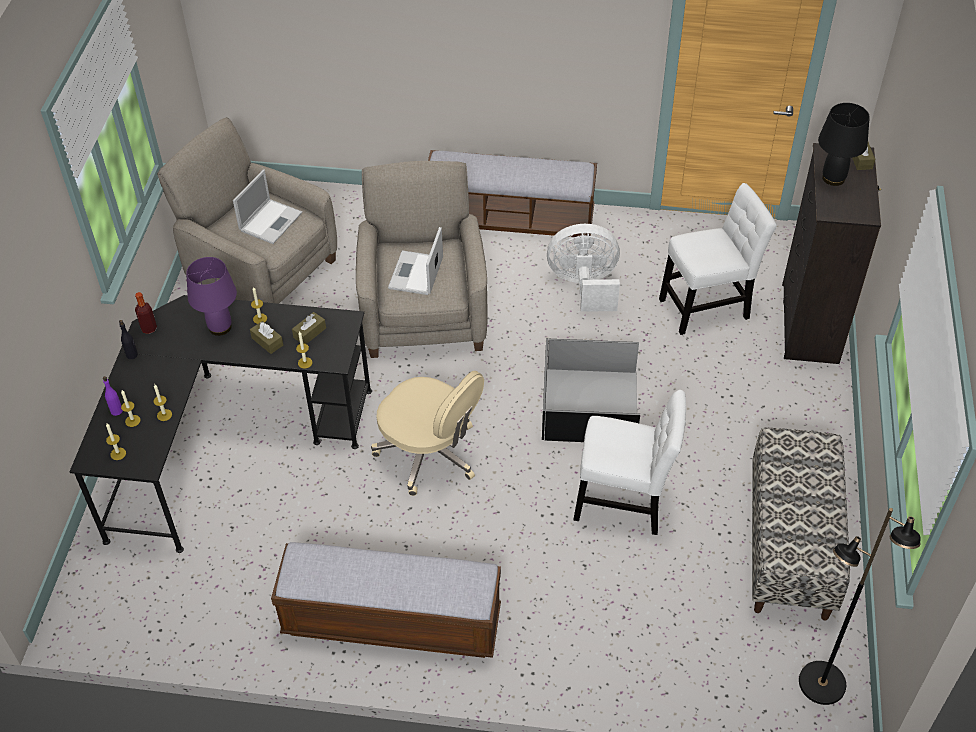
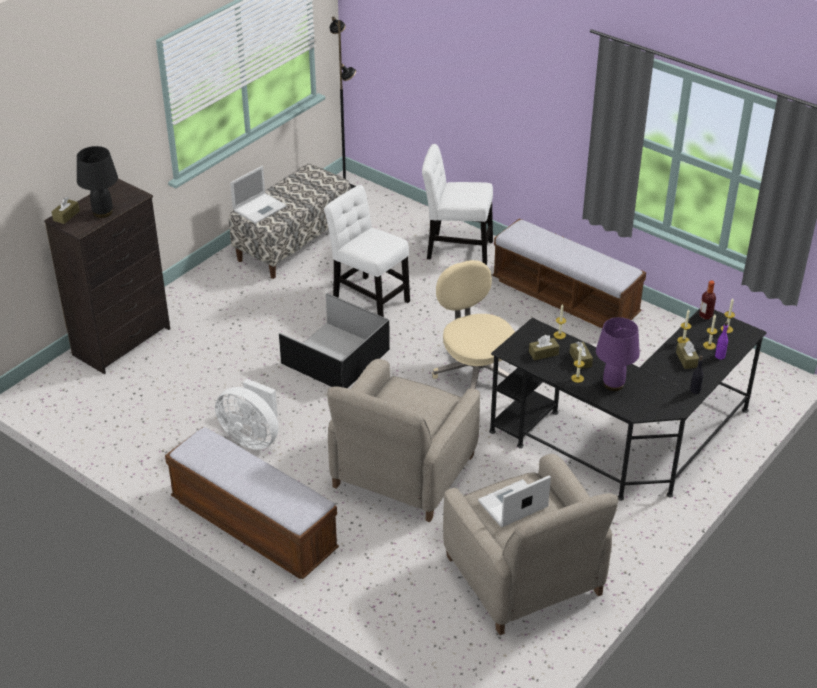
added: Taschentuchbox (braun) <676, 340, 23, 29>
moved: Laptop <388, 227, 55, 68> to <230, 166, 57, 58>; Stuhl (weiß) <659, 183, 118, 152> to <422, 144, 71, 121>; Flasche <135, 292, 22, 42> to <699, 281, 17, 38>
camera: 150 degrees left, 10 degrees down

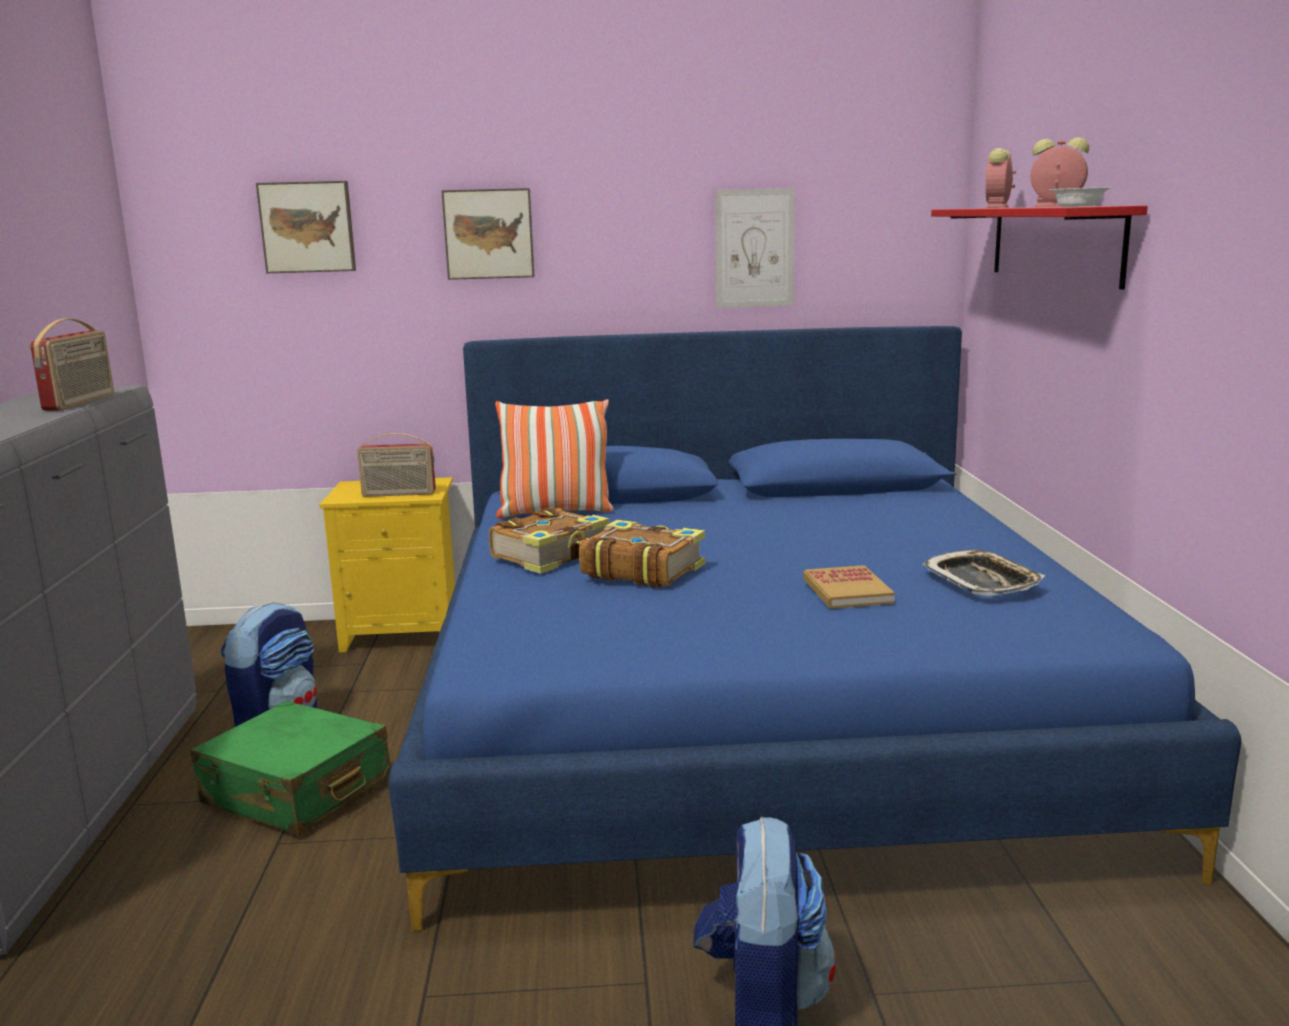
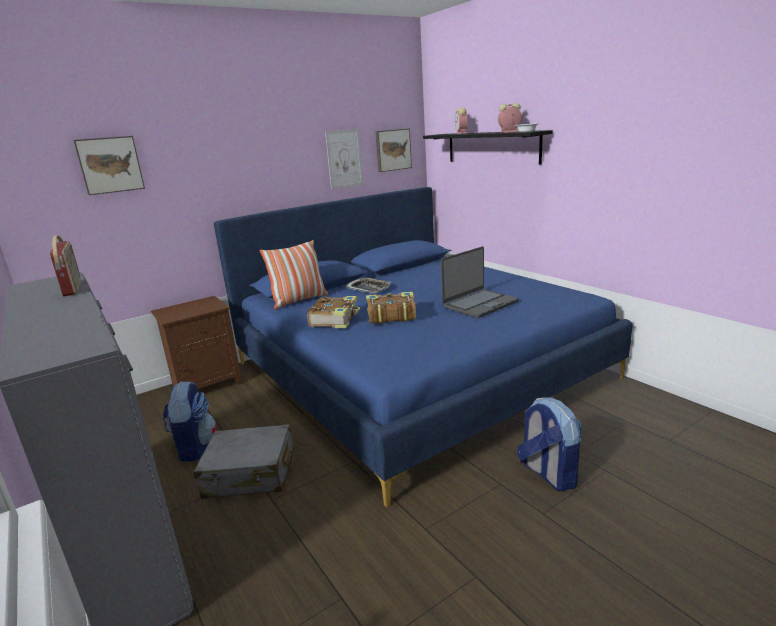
removed: Radio <357, 433, 79, 64>
moved: Tablett <922, 550, 123, 46> to <346, 278, 45, 15>; Bild <442, 188, 92, 92> to <375, 128, 37, 44>
replaced: Buch <803, 565, 92, 44> to Laptop <441, 246, 78, 72>
recoloured: Nachttisch (gelb) <319, 477, 136, 175> to Nachttisch (braun) <151, 296, 91, 93>; Koffer (grün) <191, 701, 200, 135> to Koffer (grau) <193, 424, 101, 75>; Wandregal (rot) <931, 205, 217, 85> to Wandregal (schwarz) <423, 130, 130, 35>
camera: 30 degrees left, 5 degrees up

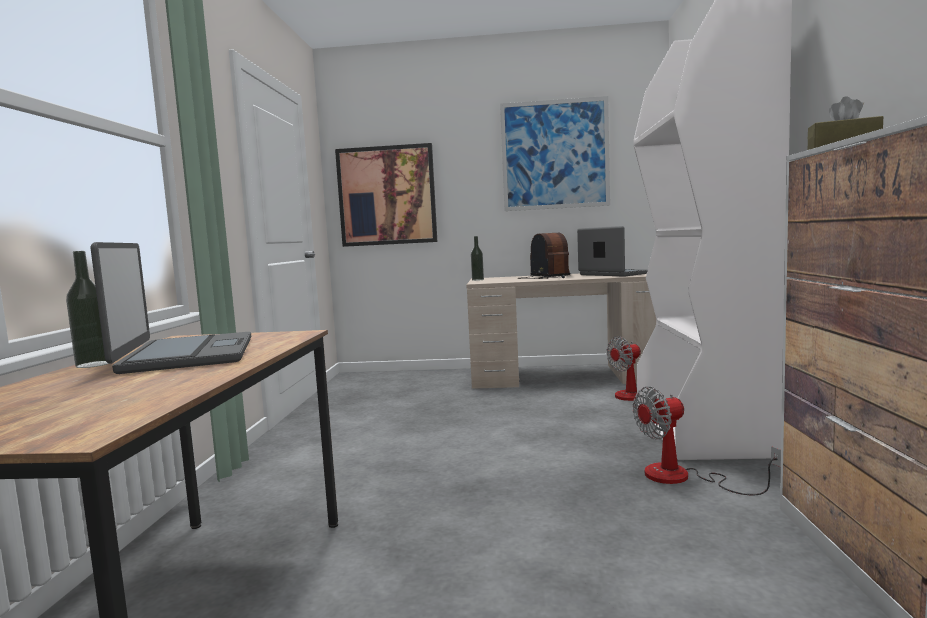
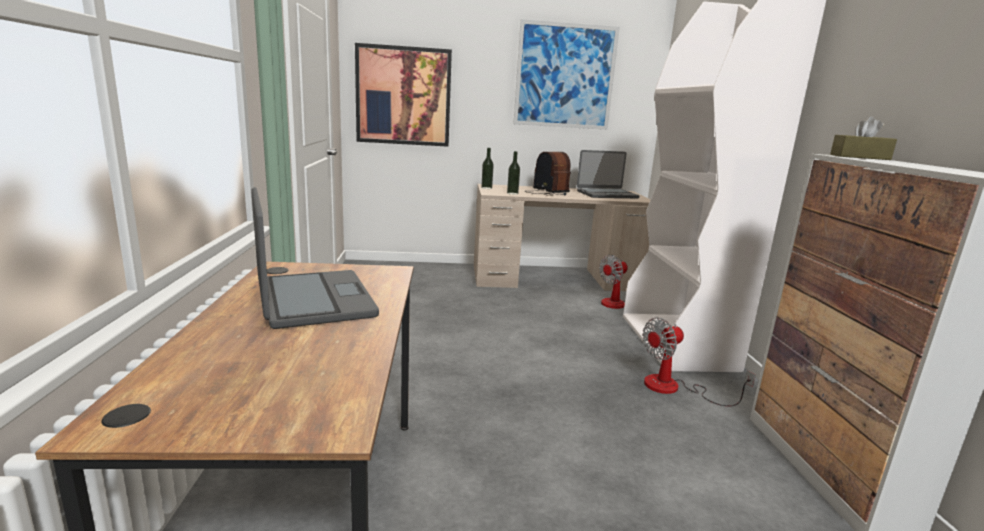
moved: Flasche <66, 251, 44, 117> to <507, 151, 13, 44>
turned: Laptop <577, 226, 71, 51> = <577, 150, 62, 48> 120 degrees clockwise
camera: 10 degrees left, 10 degrees up

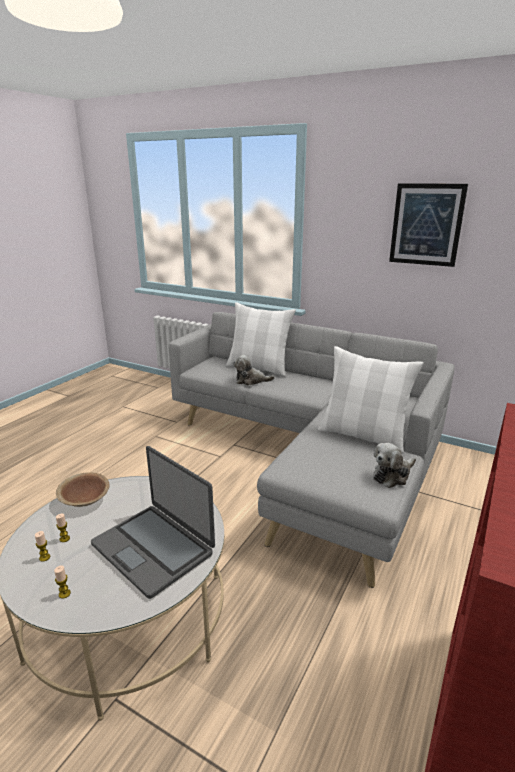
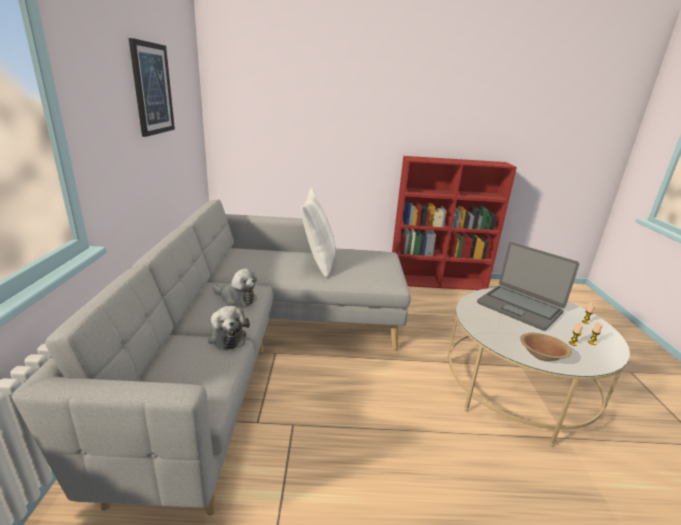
removed: Kissen (weiß) <226, 302, 70, 75>
moved: Plüschtier <373, 443, 43, 45> to <213, 268, 44, 39>
turned: Laptop <91, 446, 124, 153> = <477, 242, 102, 89> 120 degrees clockwise
camera: 120 degrees left, 0 degrees up

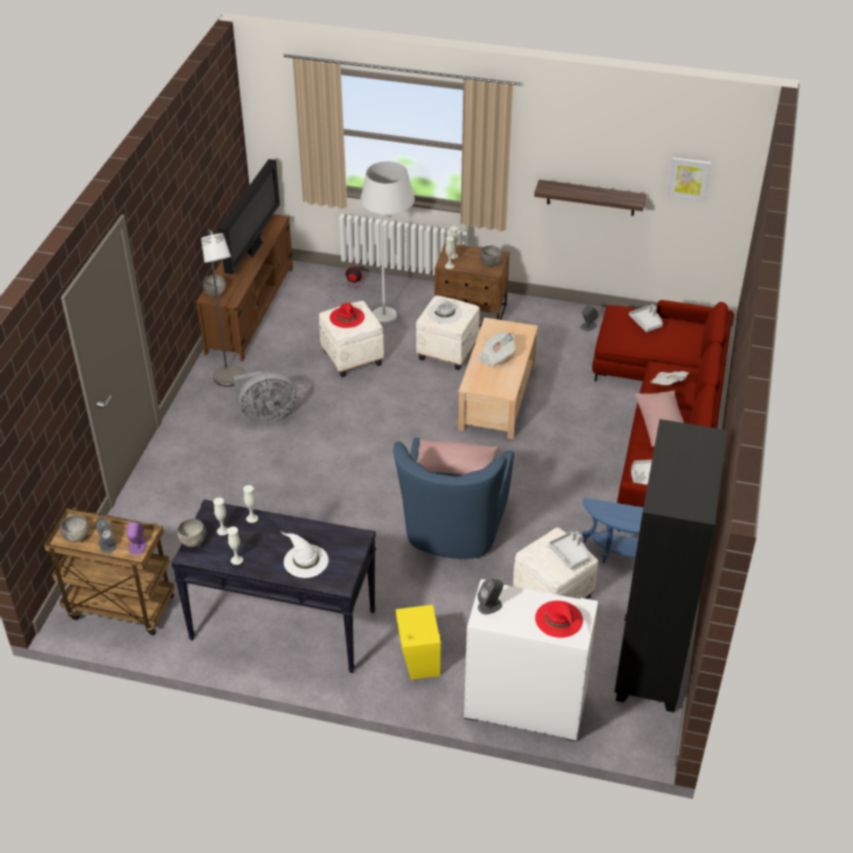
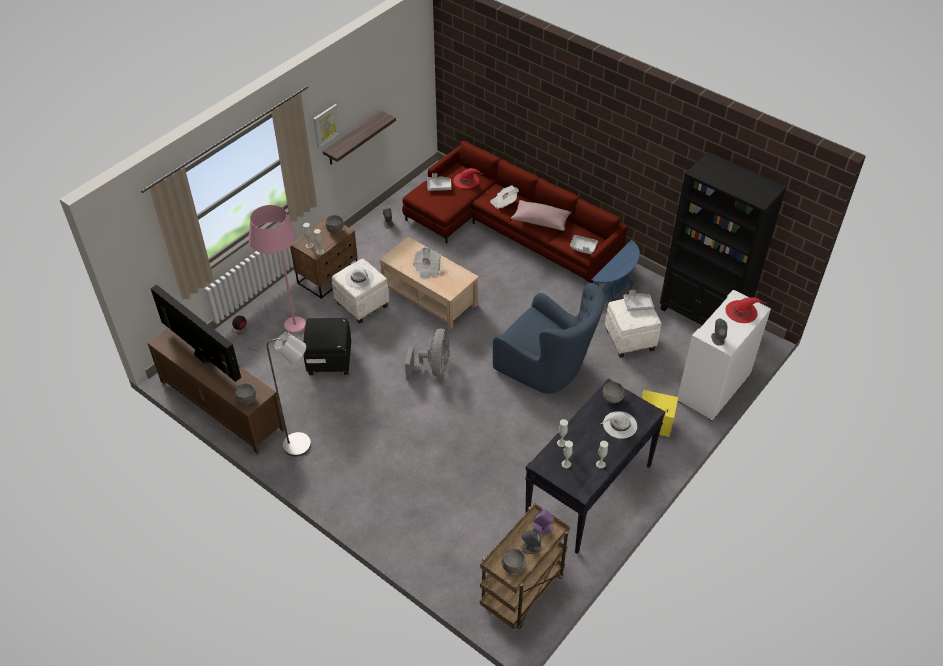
removed: Kissen (rosa) <417, 439, 81, 36>
moved: Bild <667, 157, 44, 45> to <313, 104, 27, 44>; Ventilator (grau) <233, 371, 63, 51> to <405, 329, 45, 52>; Hut (rot) <330, 303, 35, 25> to <453, 168, 30, 21>; Schüssel (grau) <177, 518, 29, 29> to <603, 382, 22, 21>
recoloured: Stehlampe (weiß) <360, 161, 55, 164> to Stehlampe (rosa) <248, 205, 58, 129>; Polsterhocker (weiß) <319, 301, 65, 76> to Polsterhocker (schwarz) <303, 318, 48, 57>
camera: 65 degrees left, 5 degrees up

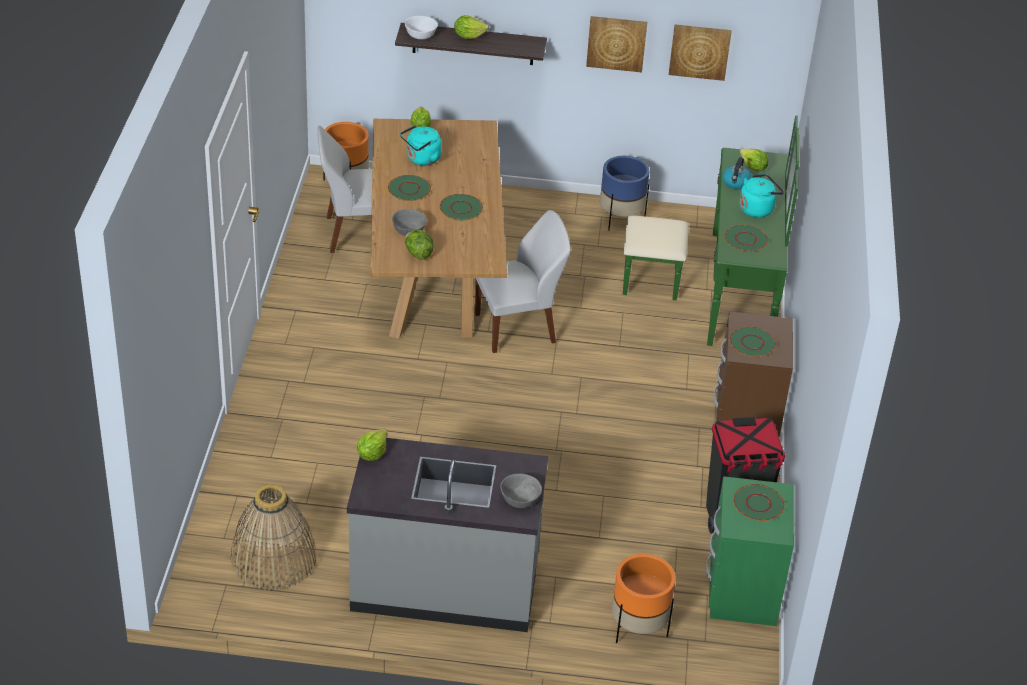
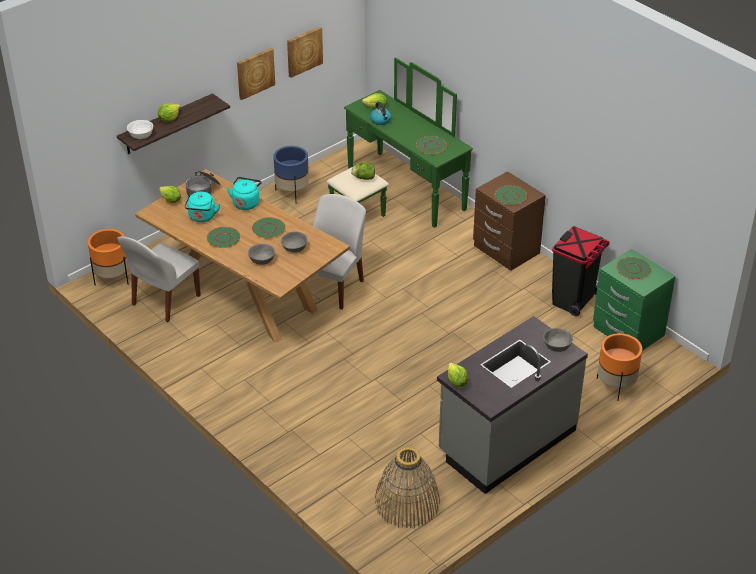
added: Kochtopf <185, 171, 36, 26>; Schüssel (grau) <281, 232, 27, 21>
moved: Wasserkessel (türkis) <739, 174, 45, 44> to <227, 177, 35, 33>; Salatkopf <405, 229, 29, 31> to <351, 162, 24, 18>
camera: 45 degrees left, 0 degrees up

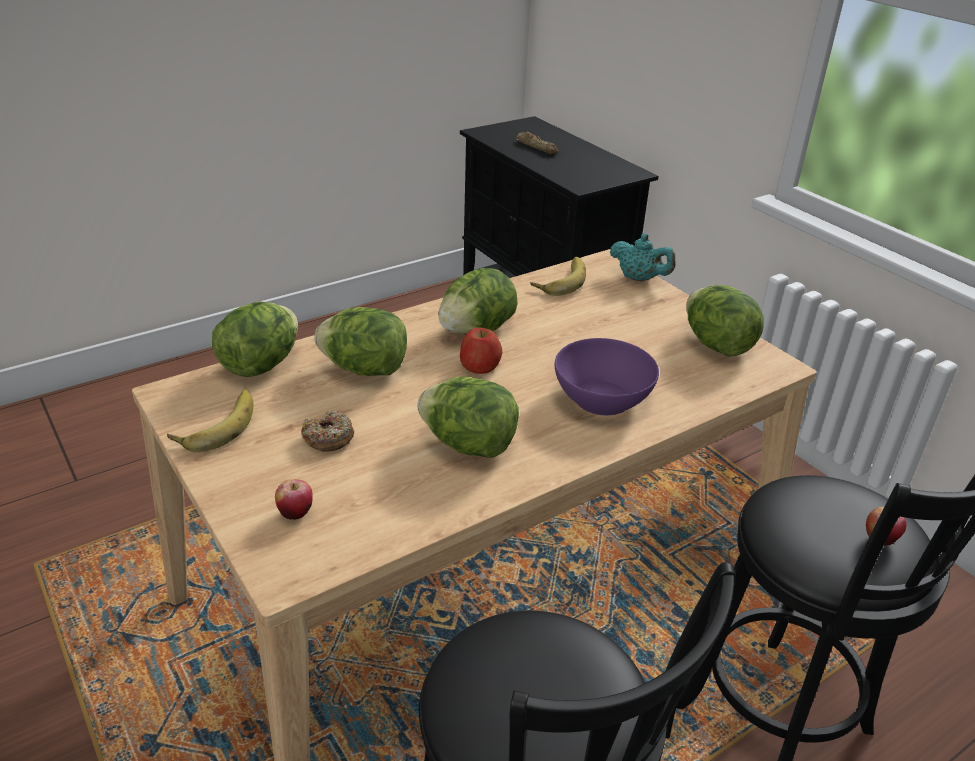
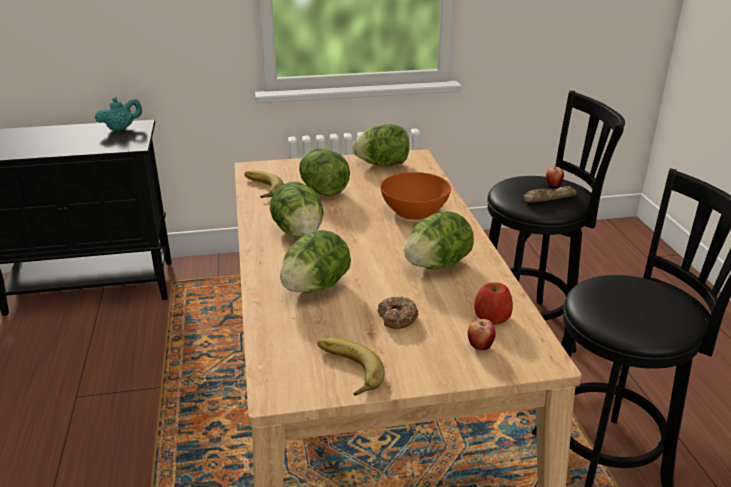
moved: Teekanne (türkis) <610, 233, 66, 49> to <95, 97, 47, 34>; Salatkopf <212, 302, 86, 75> to <299, 148, 51, 48>; Apfel <460, 328, 42, 46> to <474, 282, 39, 43>; Brot <516, 132, 42, 22> to <523, 186, 54, 17>
recoloured: Schüssel (lila) <555, 338, 104, 77> to Schüssel (orange) <381, 172, 70, 48>
camera: 65 degrees left, 5 degrees down

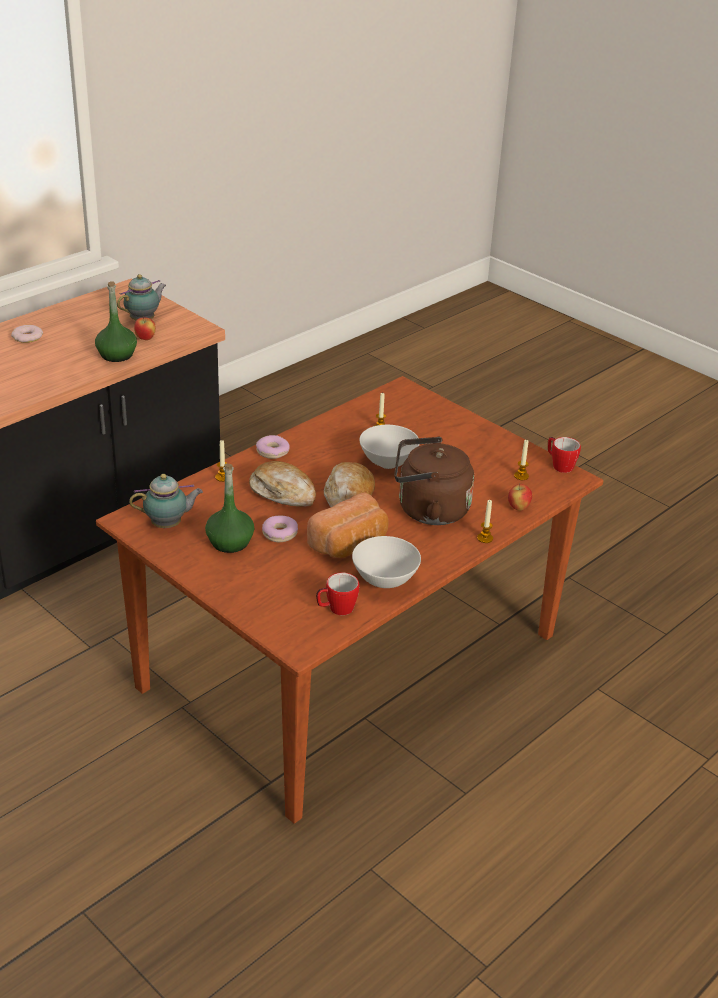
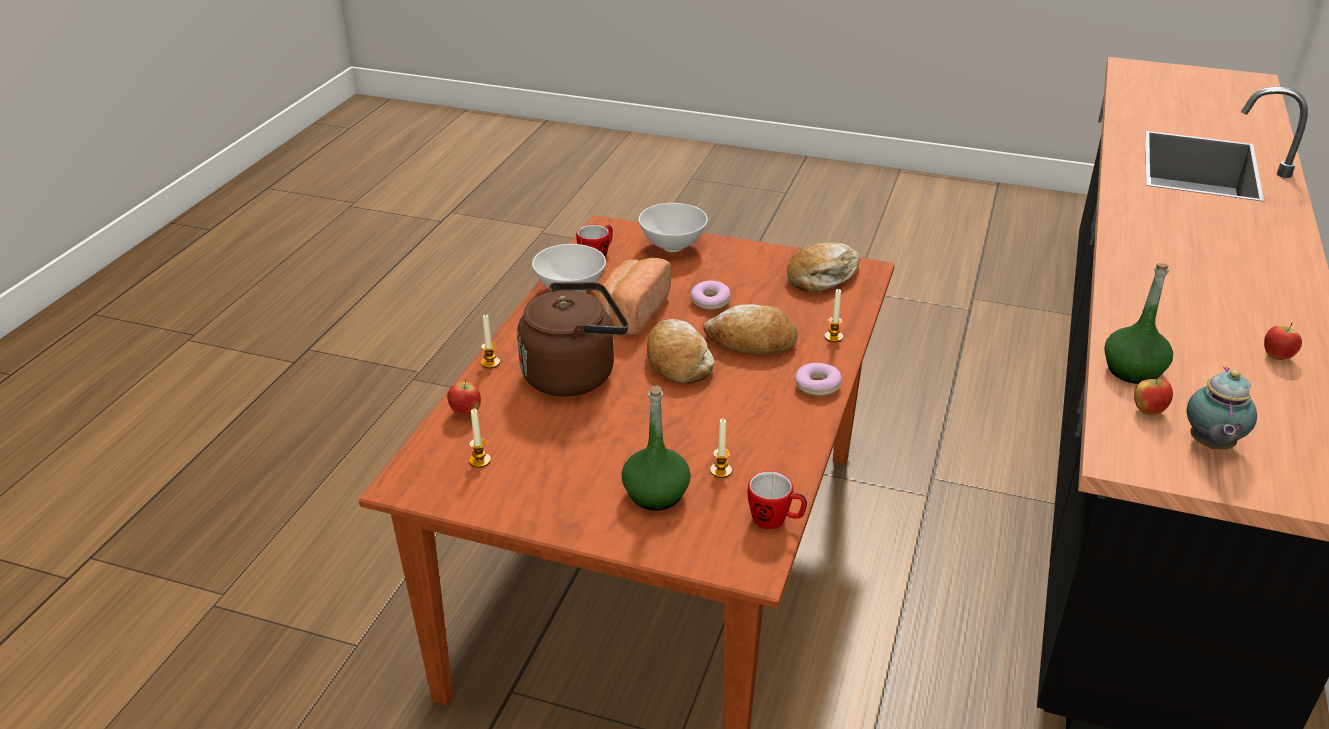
moved: Flasche (grün) <205, 464, 49, 89> to <622, 385, 69, 126>; Schüssel (weiß) <359, 425, 61, 44> to <638, 203, 70, 49>; Henkelbecher <548, 437, 33, 36> to <747, 471, 60, 59>
replaced: Teekanne <129, 474, 74, 54> to Brot <787, 242, 73, 50>; Donut <11, 325, 32, 18> to Apfel <1264, 323, 38, 37>
camera: 155 degrees right, 0 degrees up

